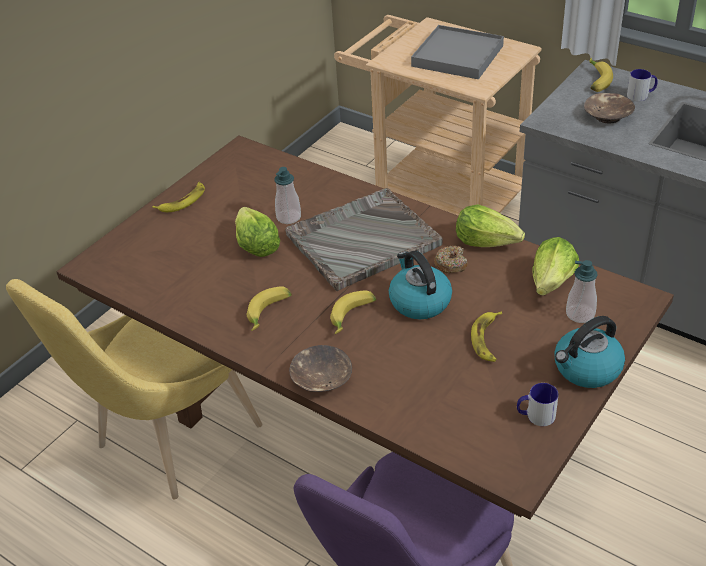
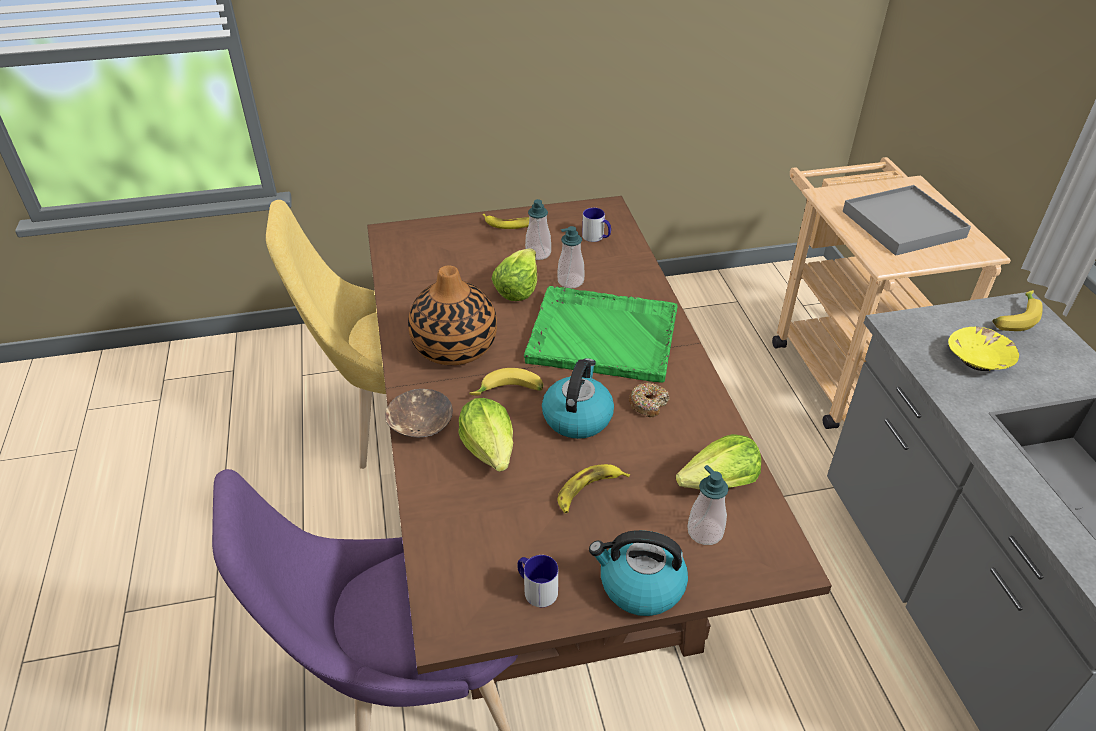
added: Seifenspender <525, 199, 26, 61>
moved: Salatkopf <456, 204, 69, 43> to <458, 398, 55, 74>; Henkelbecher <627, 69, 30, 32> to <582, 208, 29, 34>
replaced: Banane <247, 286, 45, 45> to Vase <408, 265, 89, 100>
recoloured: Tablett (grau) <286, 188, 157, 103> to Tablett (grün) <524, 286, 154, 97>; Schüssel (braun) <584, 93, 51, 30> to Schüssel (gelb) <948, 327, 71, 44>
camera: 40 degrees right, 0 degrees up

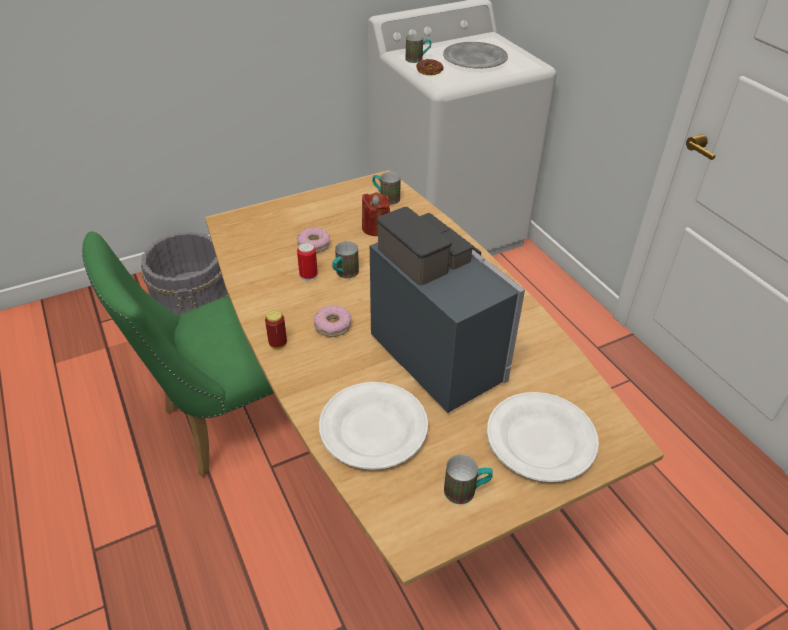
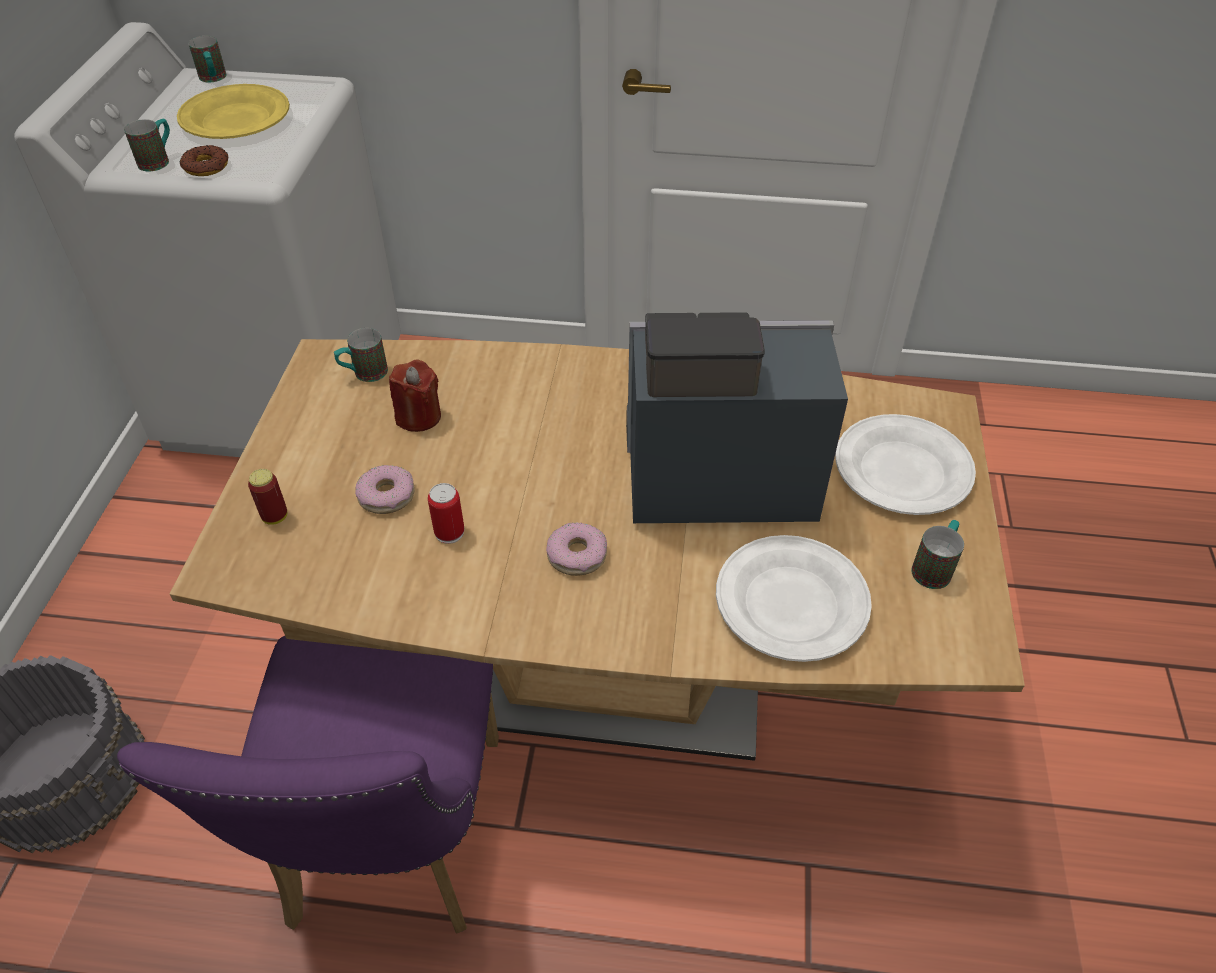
moved: Henkelbecher <332, 241, 27, 38> to <189, 36, 38, 46>; Dose <265, 310, 22, 39> to <248, 469, 39, 56>
recoloured: Stuhl (grün) <82, 231, 192, 246> to Stuhl (lila) <117, 636, 382, 297>; Teller (grau) <443, 42, 65, 27> to Teller (gelb) <177, 84, 113, 55>
camera: 55 degrees left, 5 degrees up

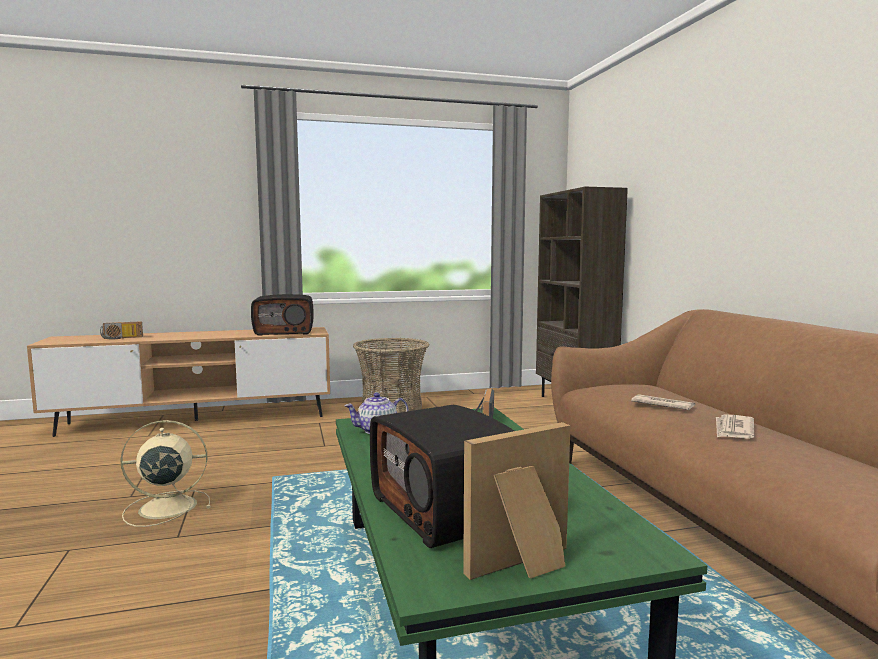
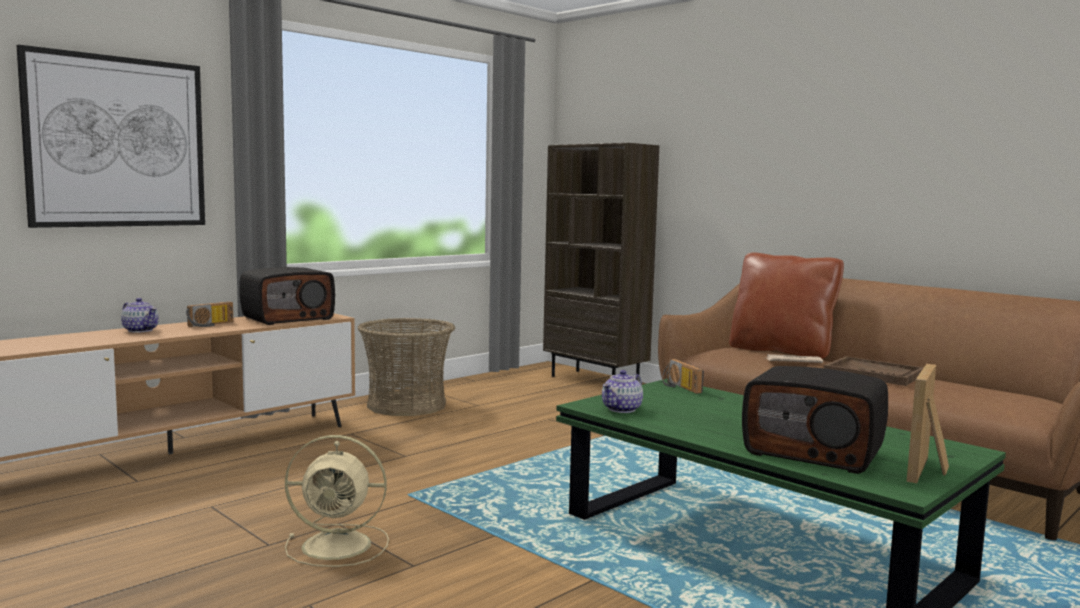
added: Bild <16, 45, 189, 183>; Teekanne <121, 298, 38, 35>; Kissen (braun) <729, 253, 115, 106>
moved: Radio <100, 321, 43, 18> to <186, 302, 47, 25>
replaced: Zeitung <716, 414, 38, 25> to Tablett (braun) <824, 356, 100, 30>
turned: Ventilator (beige) <120, 420, 90, 107> = <285, 435, 104, 132> 135 degrees counterclockwise
camera: 30 degrees left, 0 degrees up

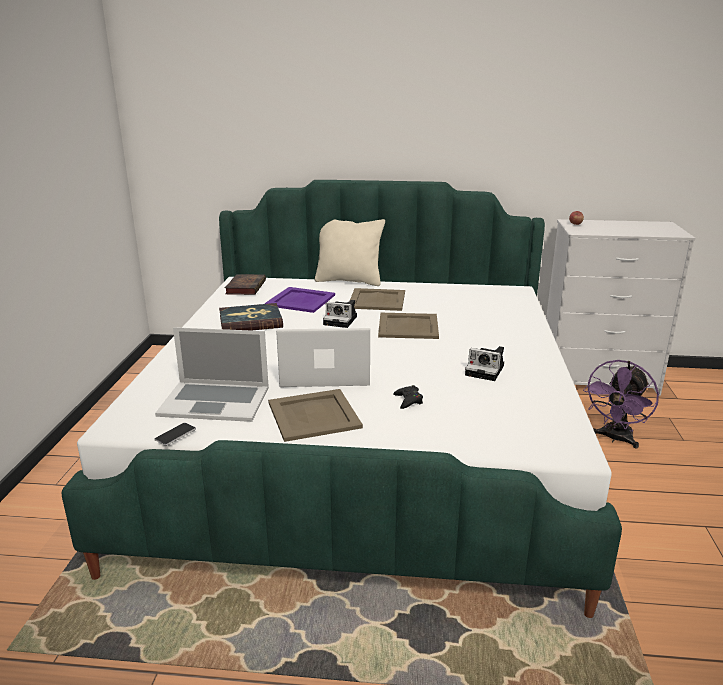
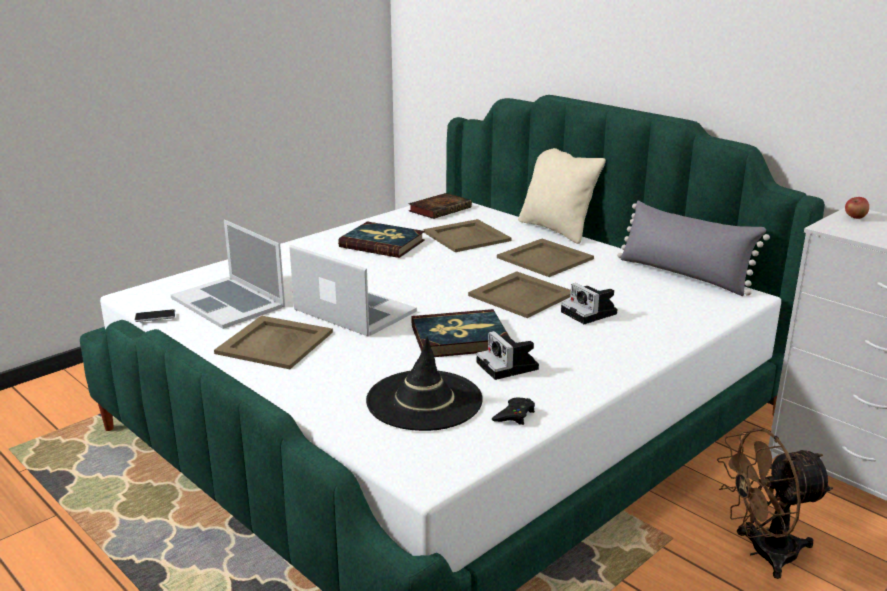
added: Hut (schwarz) <366, 337, 117, 94>; Buch <411, 309, 99, 48>; Kissen (grau) <617, 200, 153, 96>
moved: Gamepad (schwarz) <393, 385, 30, 24> to <492, 398, 43, 27>; Kamera <323, 300, 34, 28> to <561, 283, 56, 41>
recoloured: Tablett (lila) <265, 287, 70, 26> to Tablett (beige) <423, 219, 89, 33>; Ventilator (lila) <583, 360, 76, 89> to Ventilator (braun) <717, 428, 116, 151>
camera: 40 degrees right, 0 degrees up

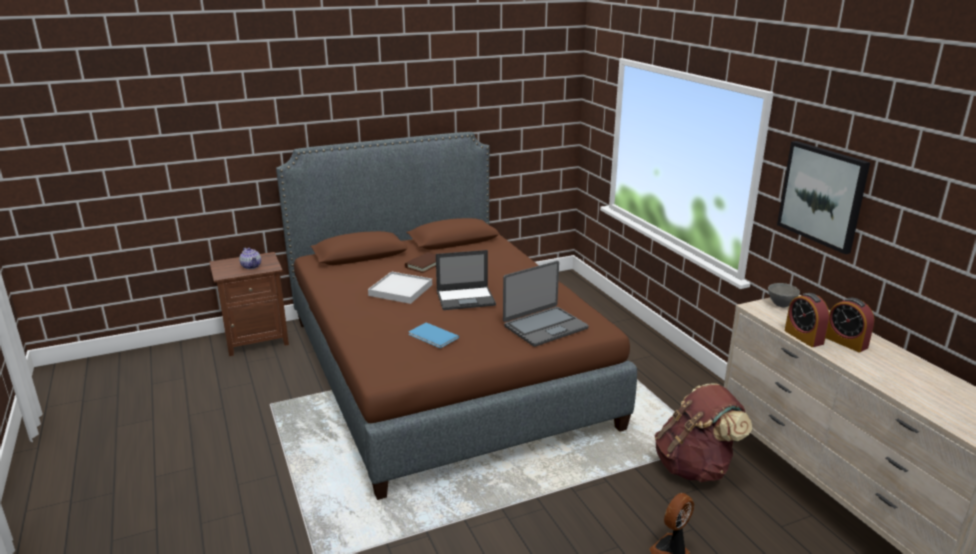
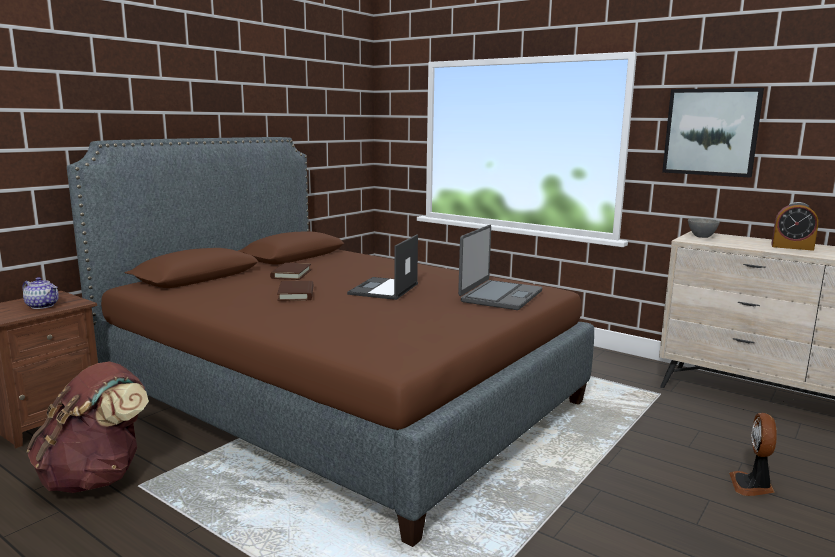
removed: Buch (blau) <409, 322, 50, 26>; Wecker <785, 293, 45, 54>
moved: Rucksack (braun) <655, 383, 97, 99> to <27, 361, 122, 132>
replaced: Tablett (weiß) <368, 271, 64, 33> to Buch (braun) <277, 281, 37, 20>
turned: Laptop <436, 250, 60, 60> = <347, 234, 71, 66> 150 degrees clockwise
camera: 30 degrees left, 10 degrees down

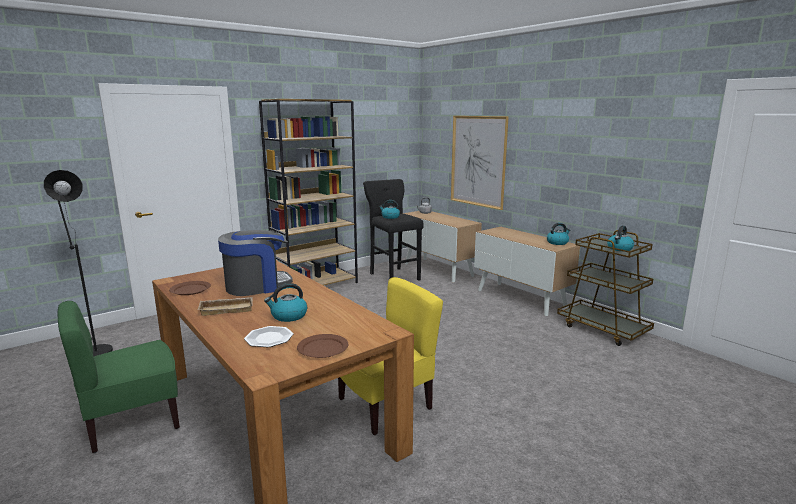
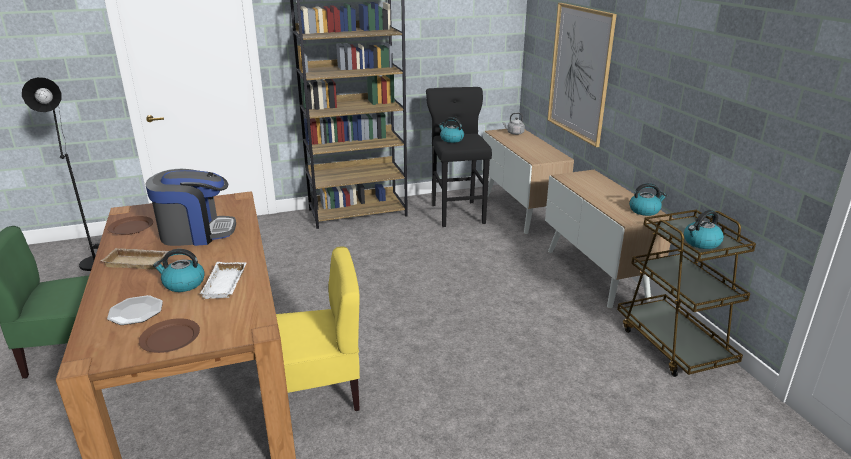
added: Tablett (weiß) <199, 262, 48, 37>
camera: 20 degrees right, 10 degrees up

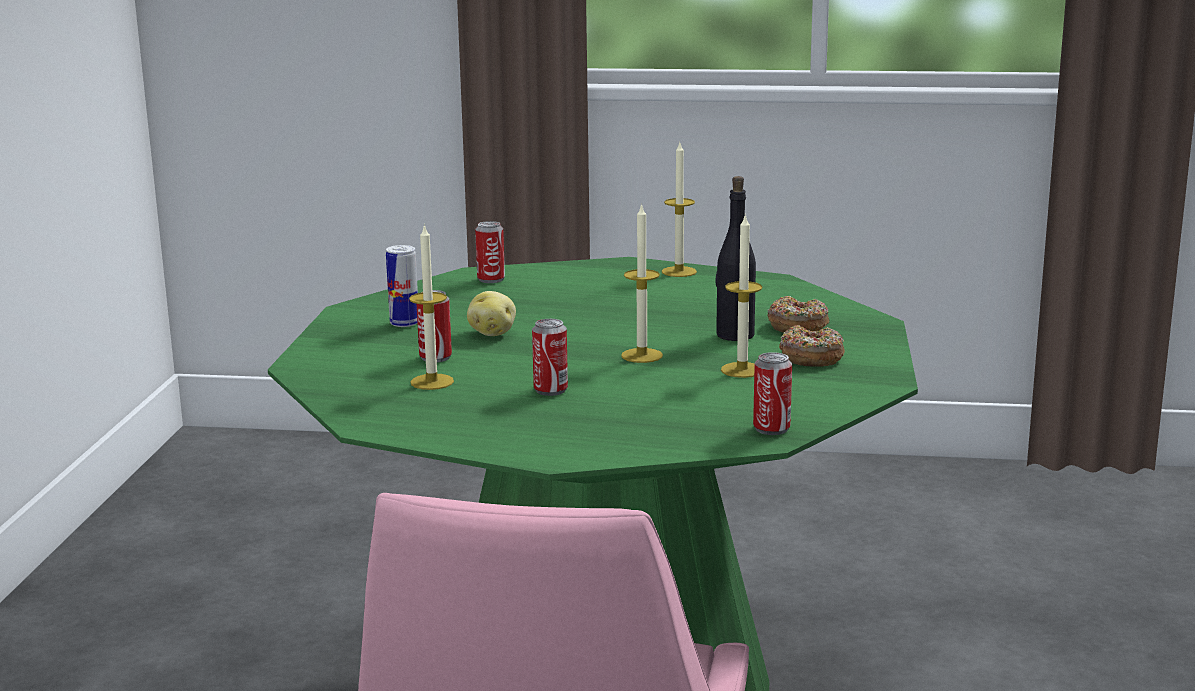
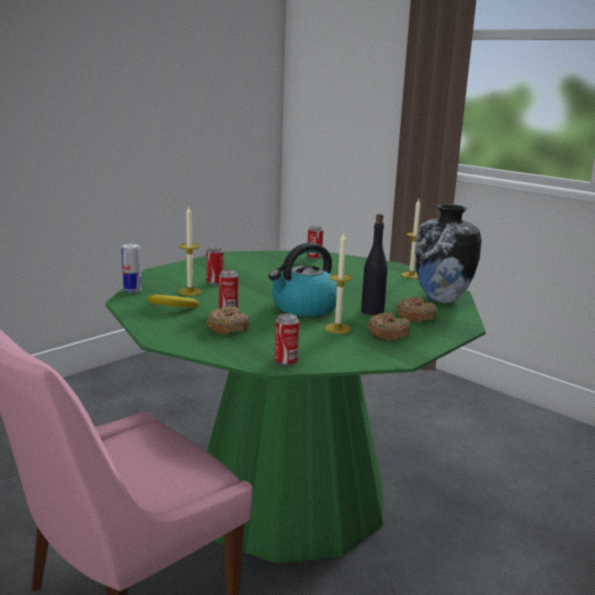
removed: Kartoffel <467, 291, 49, 45>
added: Banane <147, 295, 52, 13>; Donut <207, 307, 42, 28>; Vase <415, 204, 66, 99>
moved: Dose <386, 245, 32, 82> to <122, 244, 20, 49>
replaced: Kerze <621, 203, 42, 160> to Wasserkessel <268, 243, 69, 73>
camera: 35 degrees right, 0 degrees up

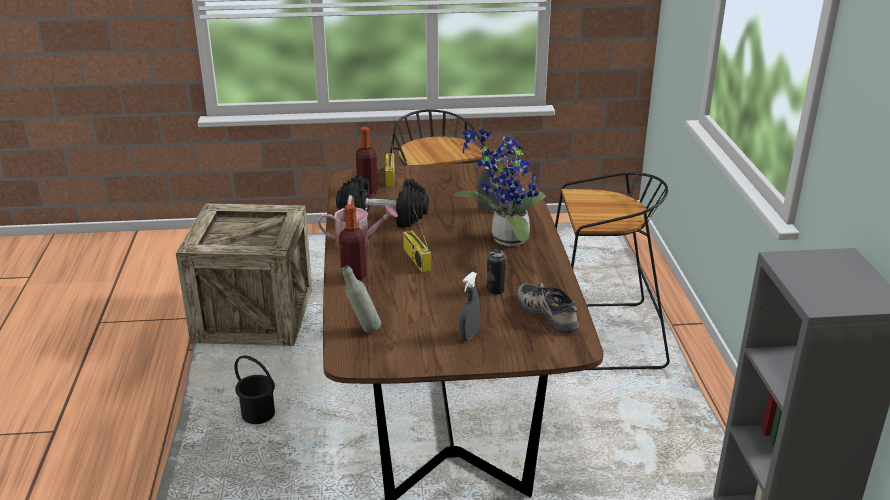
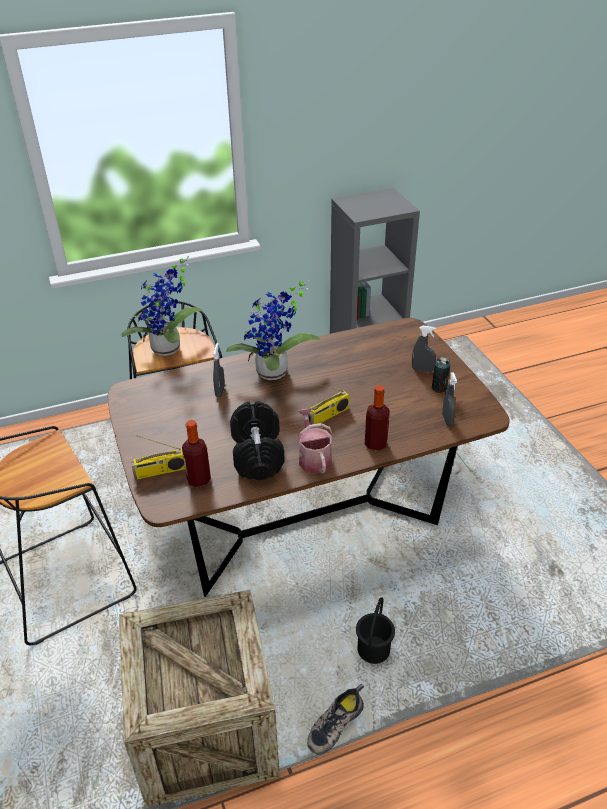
added: Topfpflanze <121, 256, 82, 100>
moved: Schuh <517, 283, 62, 51> to <307, 684, 57, 71>; Dose <487, 249, 19, 46> to <432, 357, 18, 36>
replaced: Flasche (grau) <341, 265, 40, 68> to Sprühflasche (grau) <442, 372, 15, 54>
camera: 105 degrees left, 10 degrees up

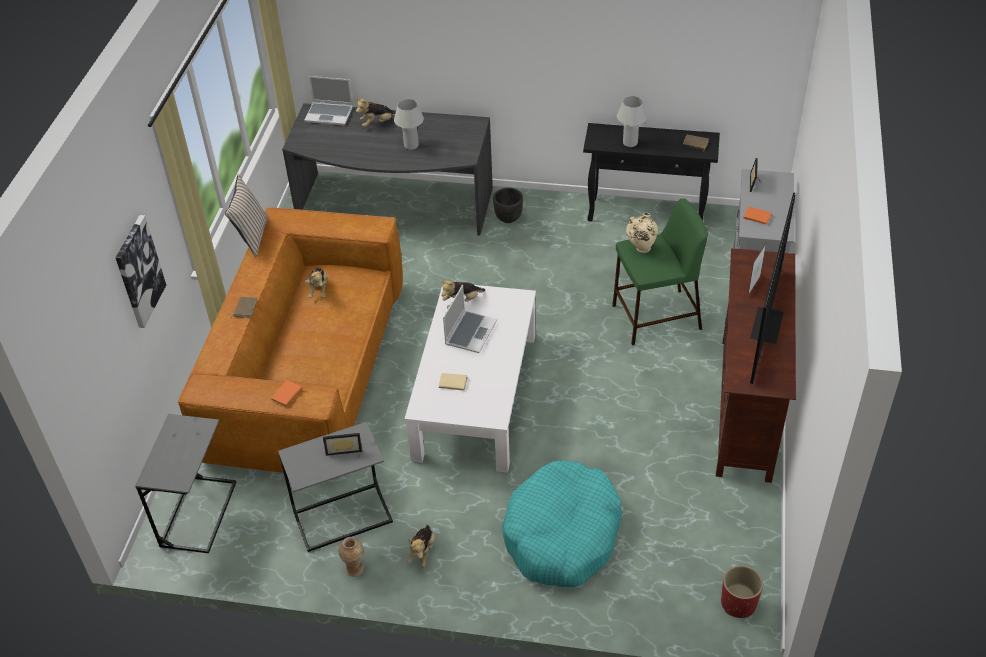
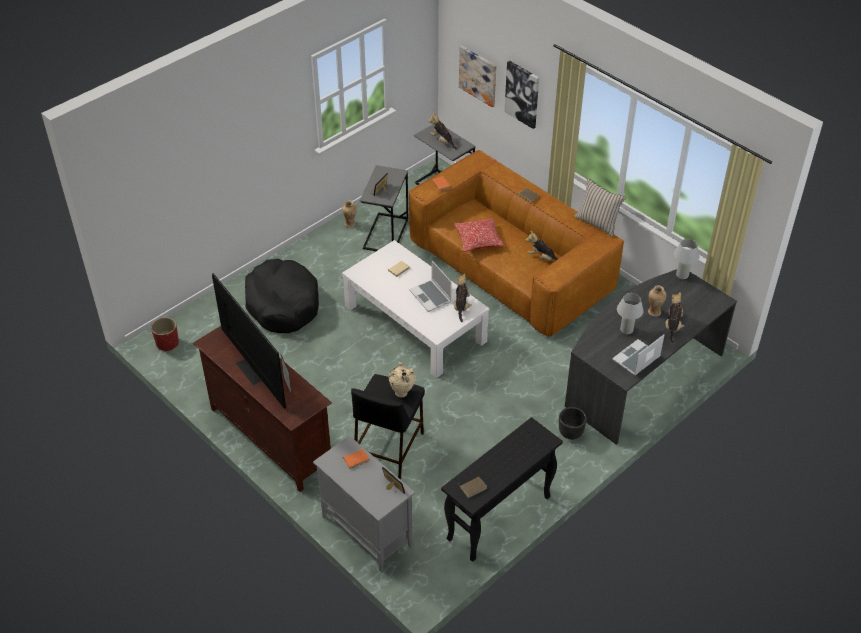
added: Kissen <454, 218, 50, 34>; Bild <459, 46, 38, 62>; Vase <648, 285, 18, 32>
moved: Plüschtier <407, 525, 28, 42> to <428, 113, 29, 37>; Laptop <304, 76, 49, 49> to <612, 335, 52, 41>; Tischlampe (weiß) <617, 96, 30, 51> to <674, 239, 25, 40>
recoloured: Hundebett (türkis) <502, 461, 120, 126> to Hundebett (schwarz) <245, 259, 74, 74>; Hocker (grün) <612, 198, 96, 147> to Hocker (schwarz) <351, 374, 74, 106>
camera: 125 degrees right, 0 degrees up

